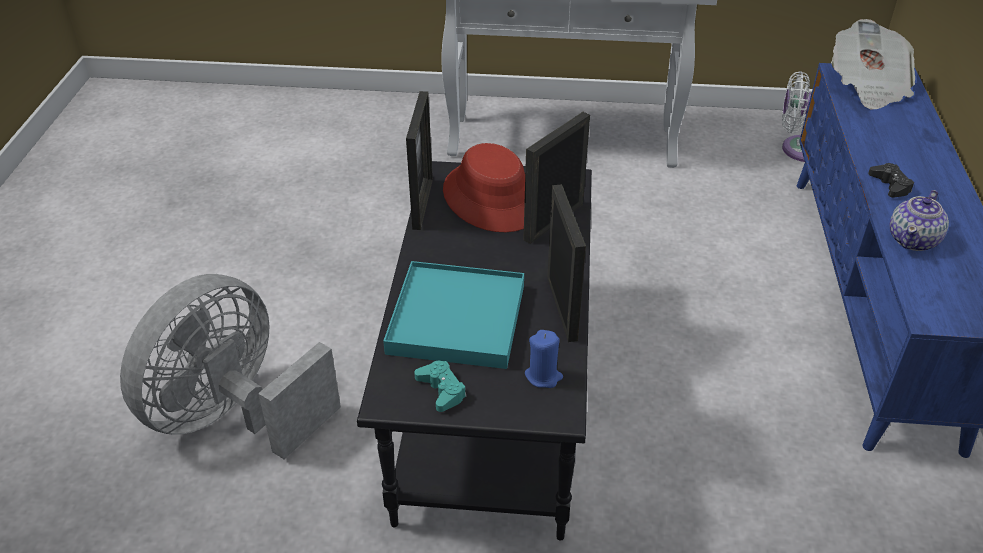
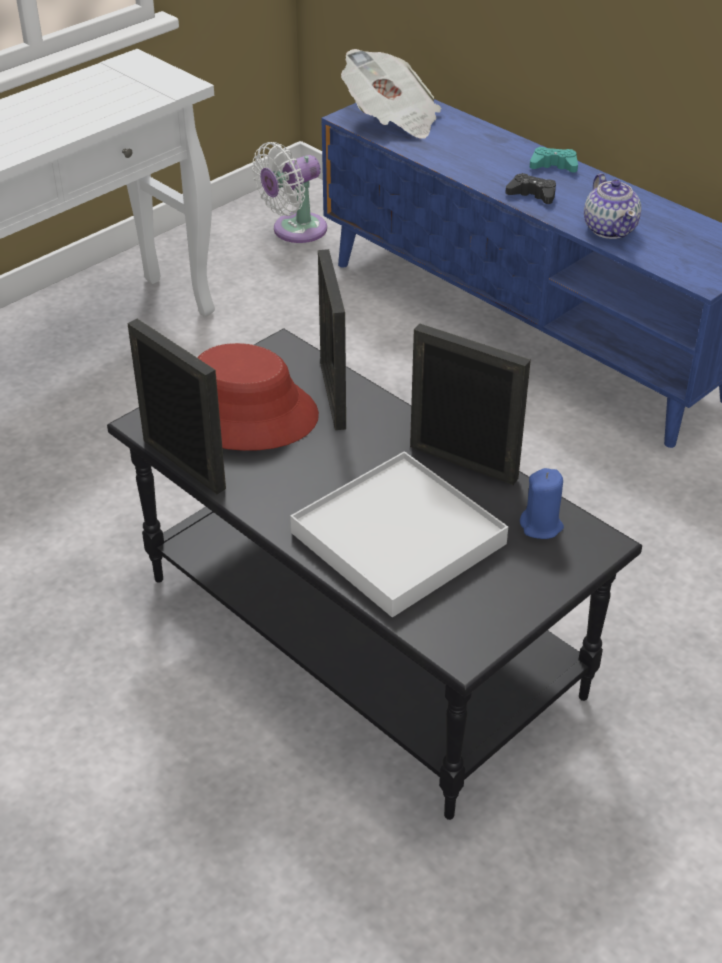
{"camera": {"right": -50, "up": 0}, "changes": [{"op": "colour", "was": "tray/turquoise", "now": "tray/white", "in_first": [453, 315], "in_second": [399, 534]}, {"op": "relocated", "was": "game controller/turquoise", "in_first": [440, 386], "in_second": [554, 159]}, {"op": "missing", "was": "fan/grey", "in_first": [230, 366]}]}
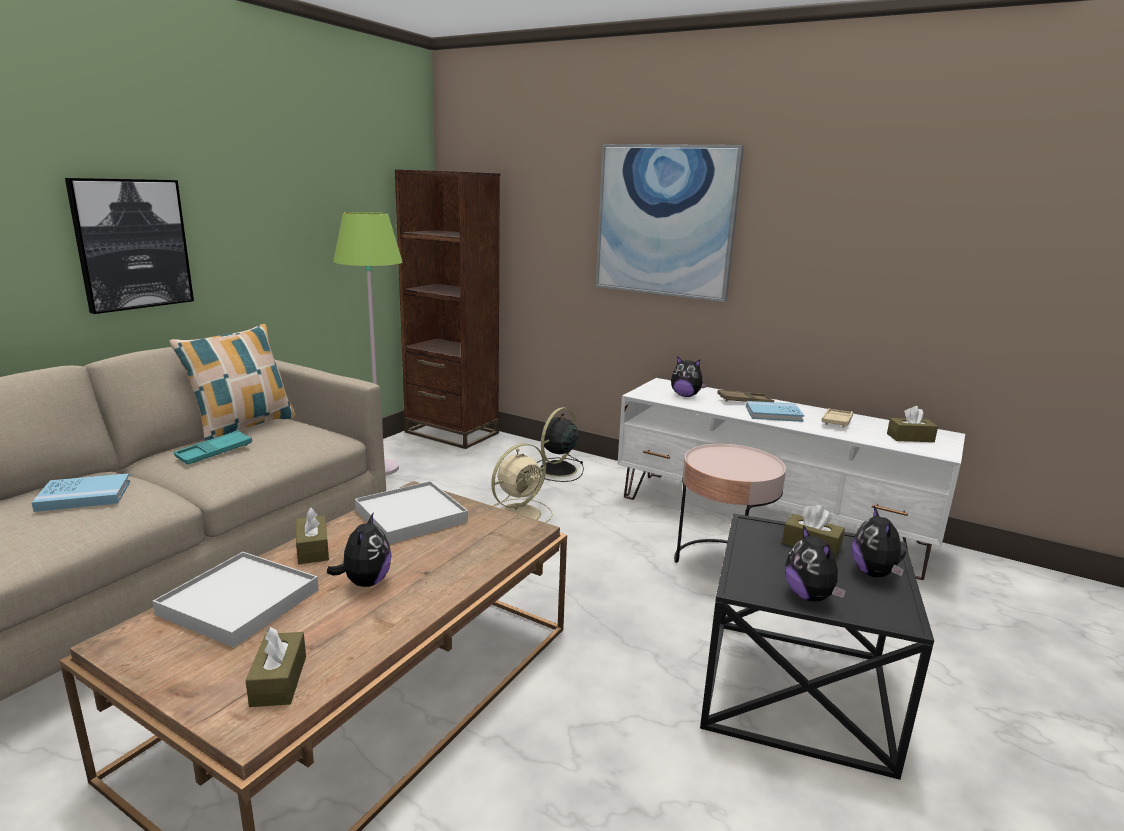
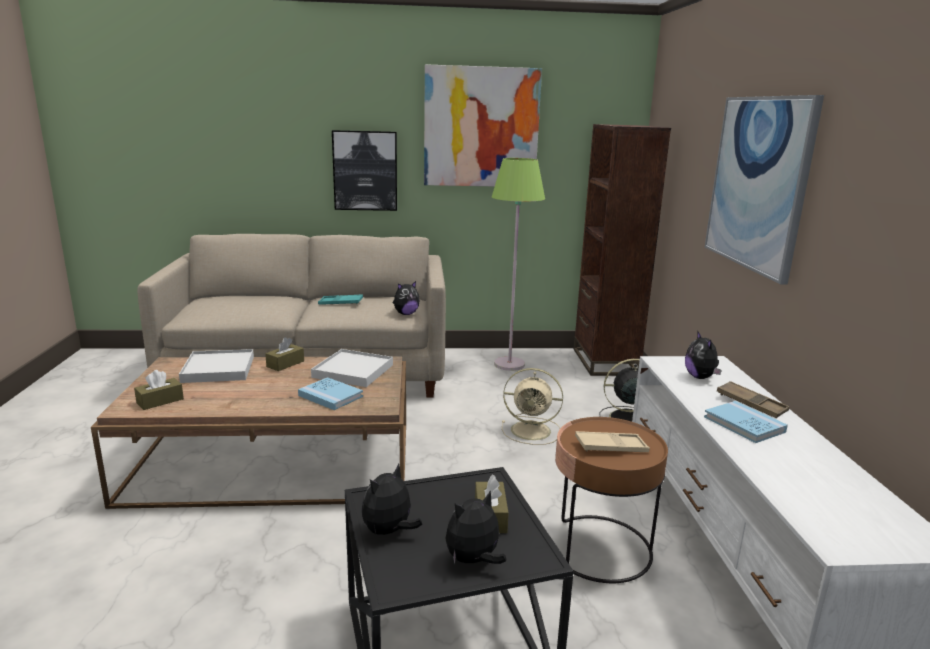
{"camera": {"right": 55, "up": 0}, "changes": [{"op": "relocated", "was": "book/blue", "in_first": [81, 492], "in_second": [330, 393]}, {"op": "relocated", "was": "plush toy", "in_first": [359, 550], "in_second": [406, 298]}, {"op": "appeared", "now": "picture", "in_second": [483, 125]}, {"op": "colour", "was": "side table/pink", "now": "side table/brown", "in_first": [730, 503], "in_second": [611, 500]}, {"op": "relocated", "was": "tray/beige", "in_first": [837, 418], "in_second": [612, 441]}, {"op": "missing", "was": "pillow", "in_first": [232, 382]}, {"op": "missing", "was": "tissue box/brown", "in_first": [912, 424]}]}
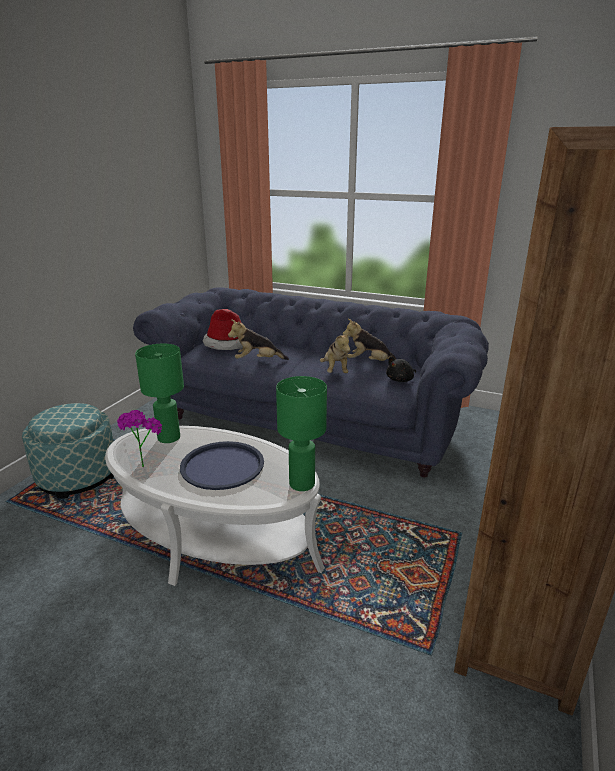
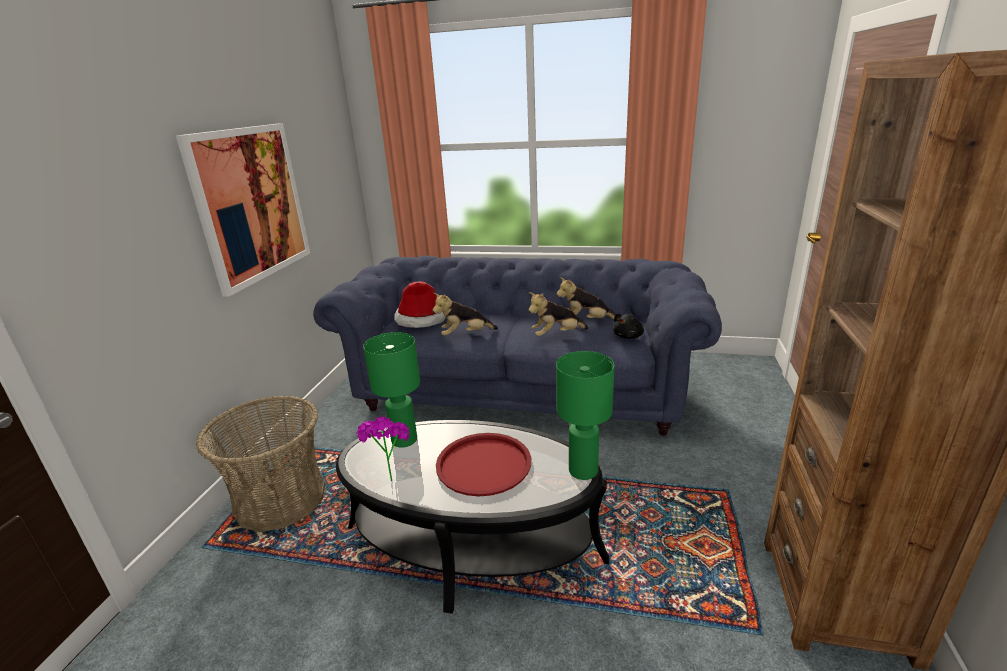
{"camera": {"right": -10, "up": 0}, "changes": [{"op": "appeared", "now": "picture", "in_second": [243, 210]}, {"op": "exchanged", "was": "ottoman", "now": "basket", "in_first": [68, 451], "in_second": [260, 463]}, {"op": "colour", "was": "coffee table/white", "now": "coffee table/black", "in_first": [215, 506], "in_second": [472, 517]}, {"op": "colour", "was": "tray/blue", "now": "tray/red", "in_first": [222, 465], "in_second": [483, 464]}, {"op": "spun", "was": "plush toy", "in_first": [335, 352], "in_second": [558, 314], "clockwise": 90}]}
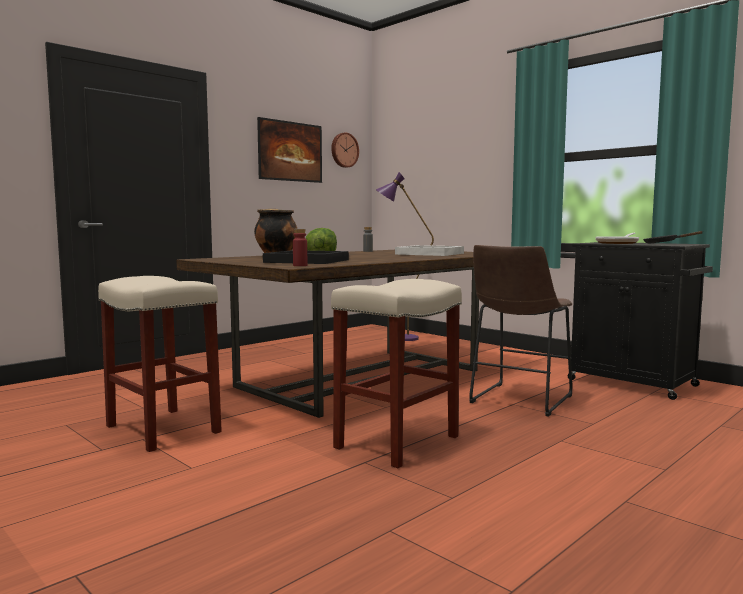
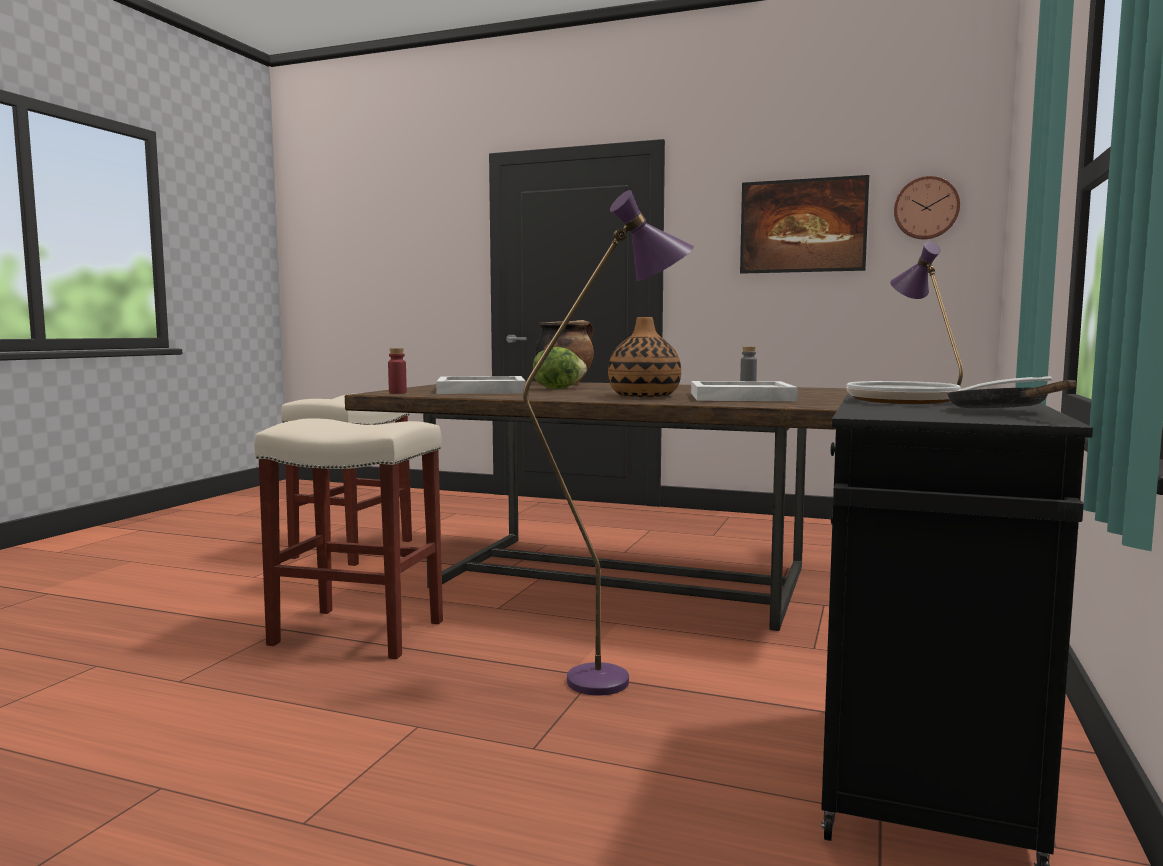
{"camera": {"right": 65, "up": 0}, "changes": [{"op": "colour", "was": "tray/black", "now": "tray/white", "in_first": [306, 257], "in_second": [481, 385]}, {"op": "exchanged", "was": "stool/brown", "now": "floor lamp/purple", "in_first": [520, 331], "in_second": [608, 442]}, {"op": "appeared", "now": "vase", "in_second": [644, 357]}]}
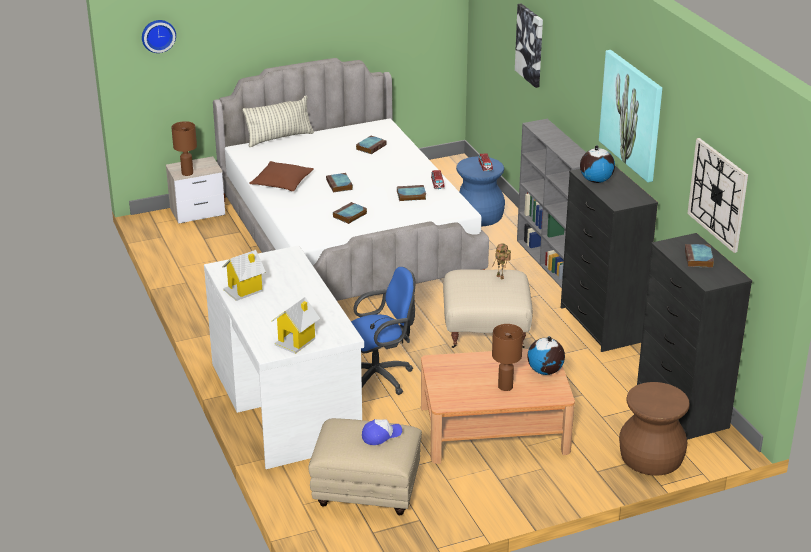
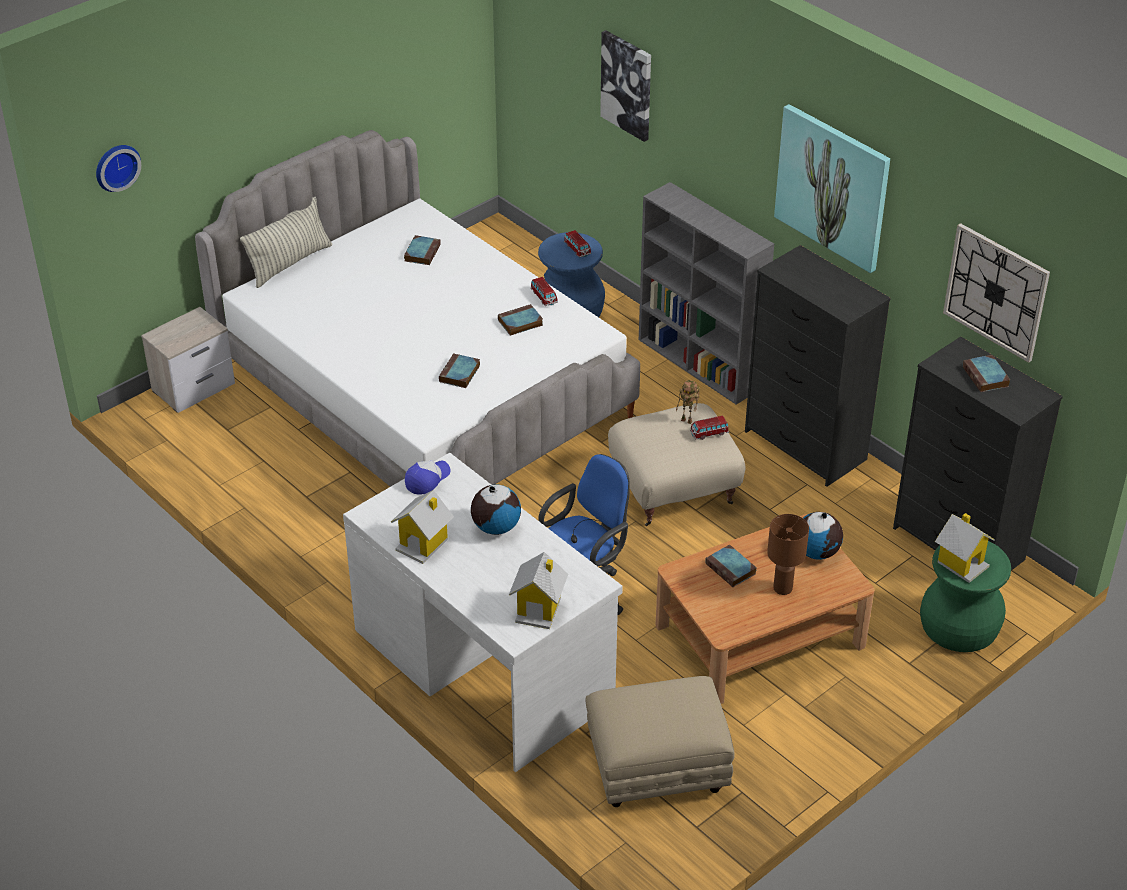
{"camera": {"right": -20, "up": 10}, "changes": [{"op": "relocated", "was": "cap", "in_first": [382, 432], "in_second": [427, 477]}, {"op": "relocated", "was": "globe", "in_first": [597, 164], "in_second": [496, 509]}, {"op": "appeared", "now": "toy car", "in_second": [709, 427]}, {"op": "relocated", "was": "book", "in_first": [339, 183], "in_second": [731, 566]}, {"op": "colour", "was": "stool/brown", "now": "stool/green", "in_first": [654, 429], "in_second": [965, 596]}, {"op": "appeared", "now": "toy house", "in_second": [965, 548]}, {"op": "missing", "was": "table lamp/brown", "in_first": [184, 148]}, {"op": "missing", "was": "pillow/brown", "in_first": [281, 176]}]}
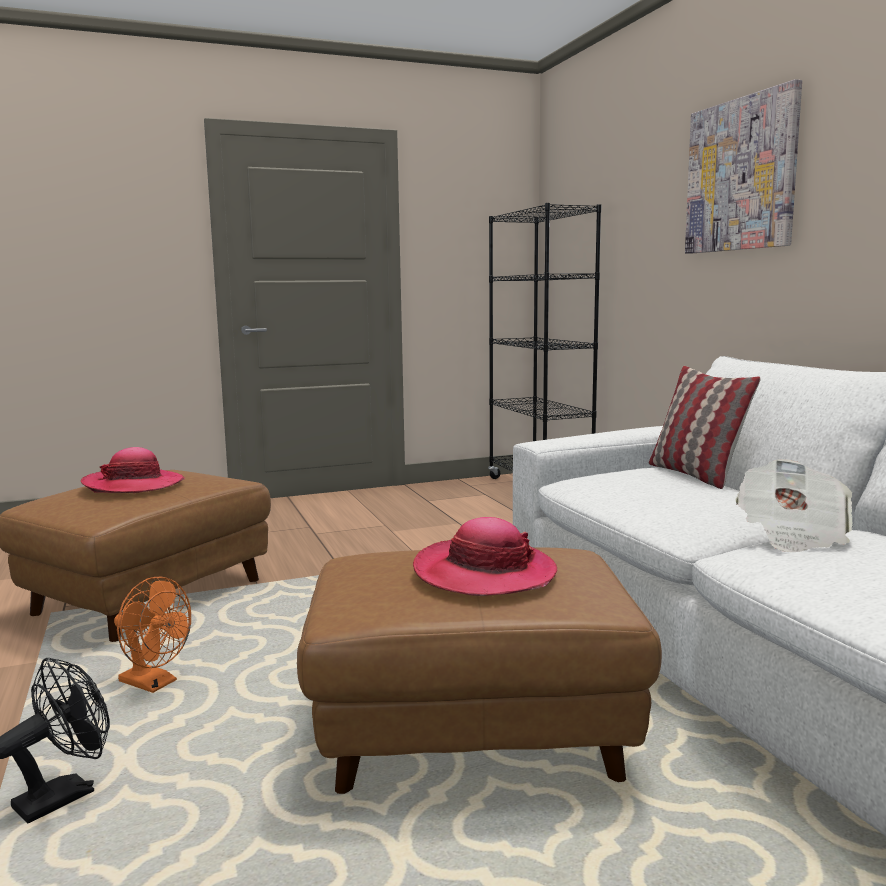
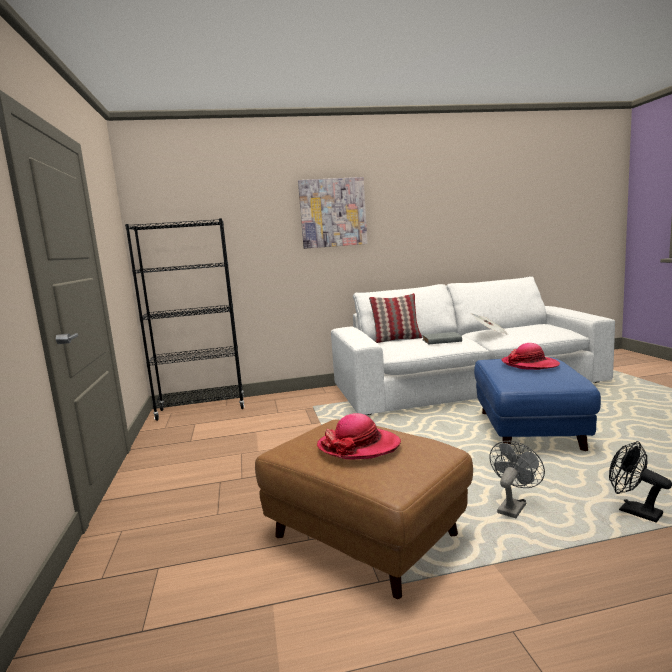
{"camera": {"right": -80, "up": 0}, "changes": [{"op": "appeared", "now": "book/grey", "in_second": [442, 338]}, {"op": "colour", "was": "ottoman/brown", "now": "ottoman/blue", "in_first": [479, 670], "in_second": [537, 404]}, {"op": "colour", "was": "fan/orange", "now": "fan/grey", "in_first": [152, 635], "in_second": [517, 479]}]}
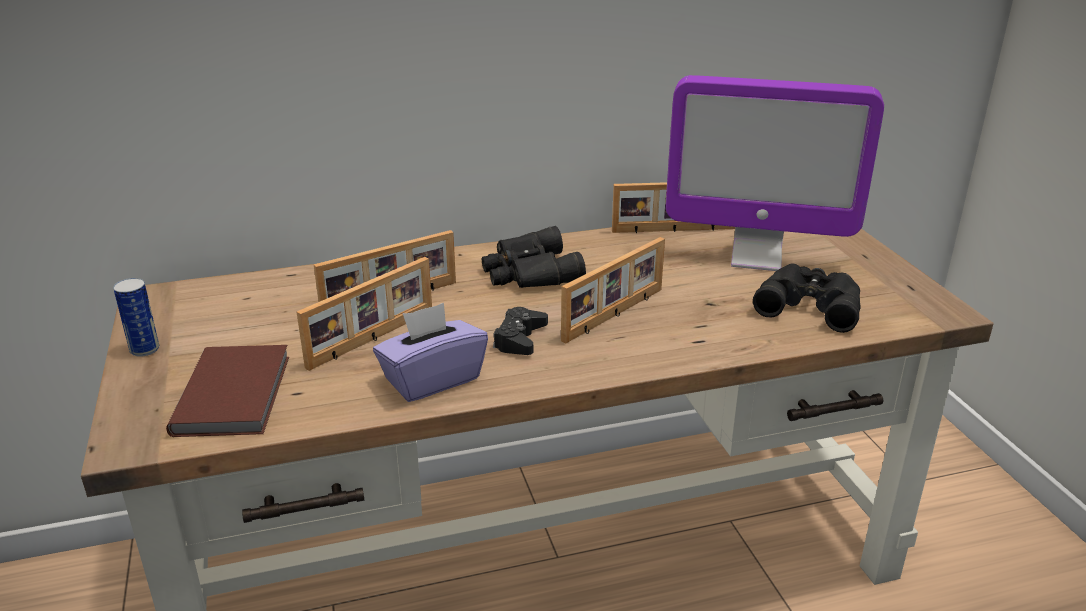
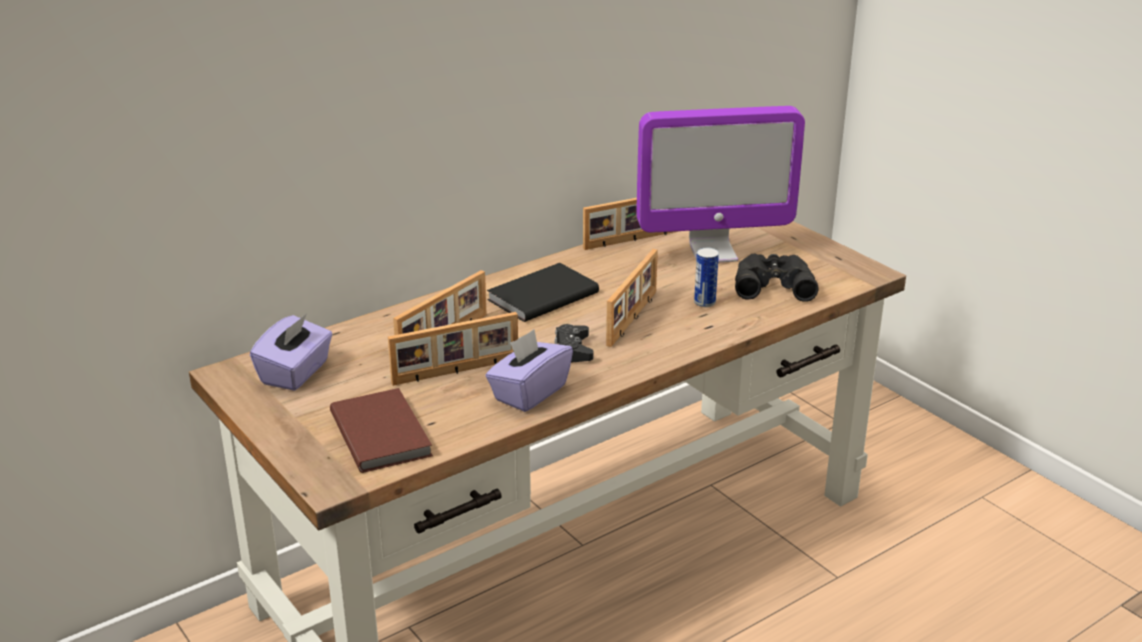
{"camera": {"right": -20, "up": 0}, "changes": [{"op": "appeared", "now": "tissue box/purple", "in_second": [291, 352]}, {"op": "spun", "was": "picture frame", "in_first": [364, 314], "in_second": [453, 349], "clockwise": 45}, {"op": "exchanged", "was": "binoculars/black", "now": "book/black", "in_first": [533, 257], "in_second": [543, 292]}, {"op": "relocated", "was": "can", "in_first": [136, 317], "in_second": [706, 277]}]}
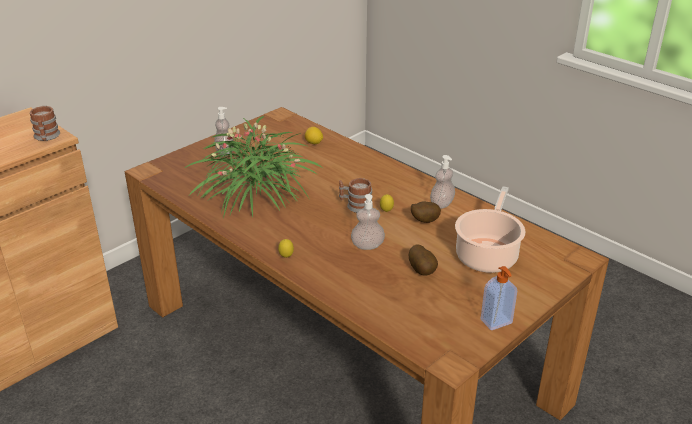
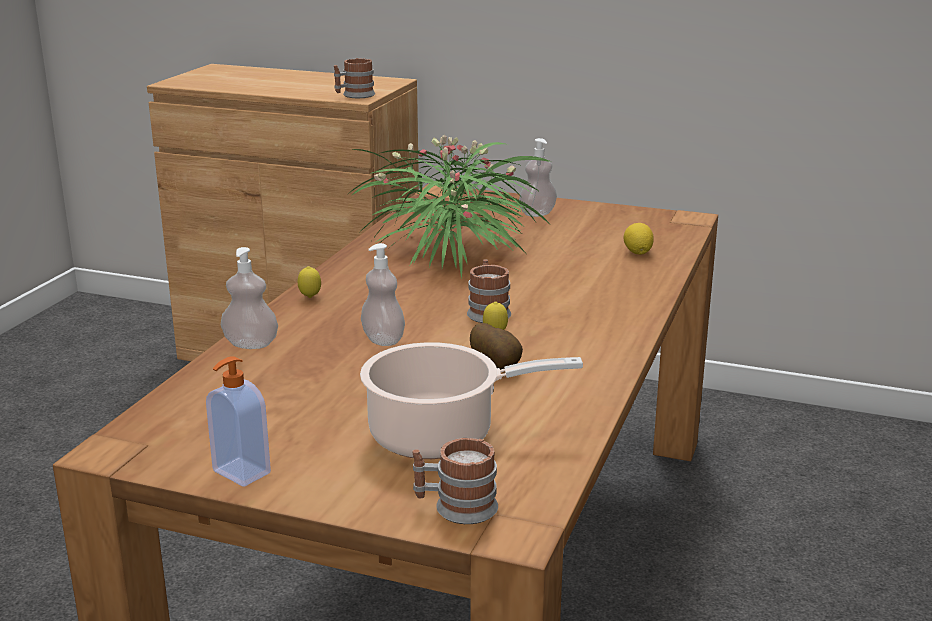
{"camera": {"right": 65, "up": -10}, "changes": [{"op": "relocated", "was": "soap dispenser", "in_first": [442, 182], "in_second": [249, 298]}, {"op": "appeared", "now": "mug", "in_second": [455, 481]}, {"op": "missing", "was": "potato", "in_first": [423, 260]}]}
